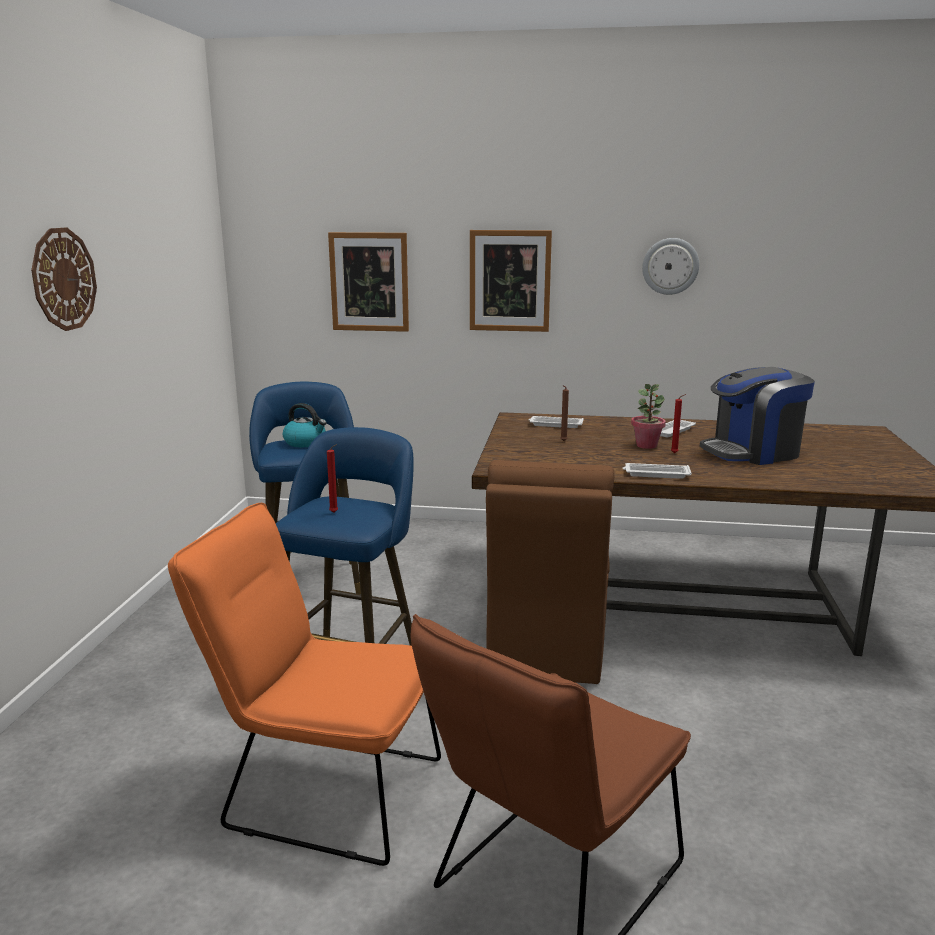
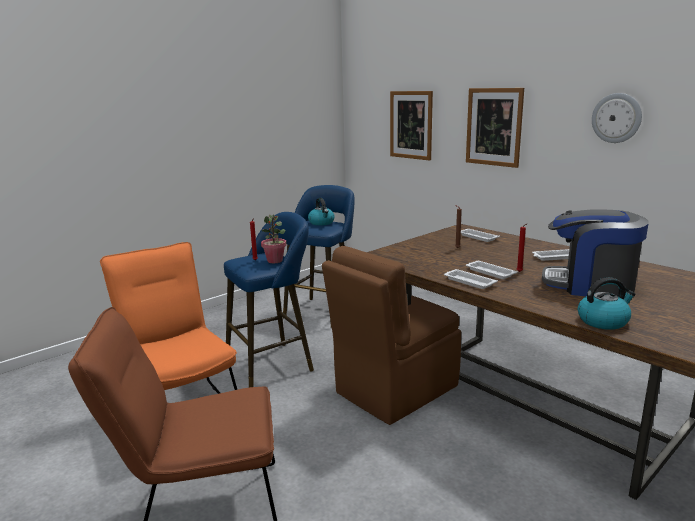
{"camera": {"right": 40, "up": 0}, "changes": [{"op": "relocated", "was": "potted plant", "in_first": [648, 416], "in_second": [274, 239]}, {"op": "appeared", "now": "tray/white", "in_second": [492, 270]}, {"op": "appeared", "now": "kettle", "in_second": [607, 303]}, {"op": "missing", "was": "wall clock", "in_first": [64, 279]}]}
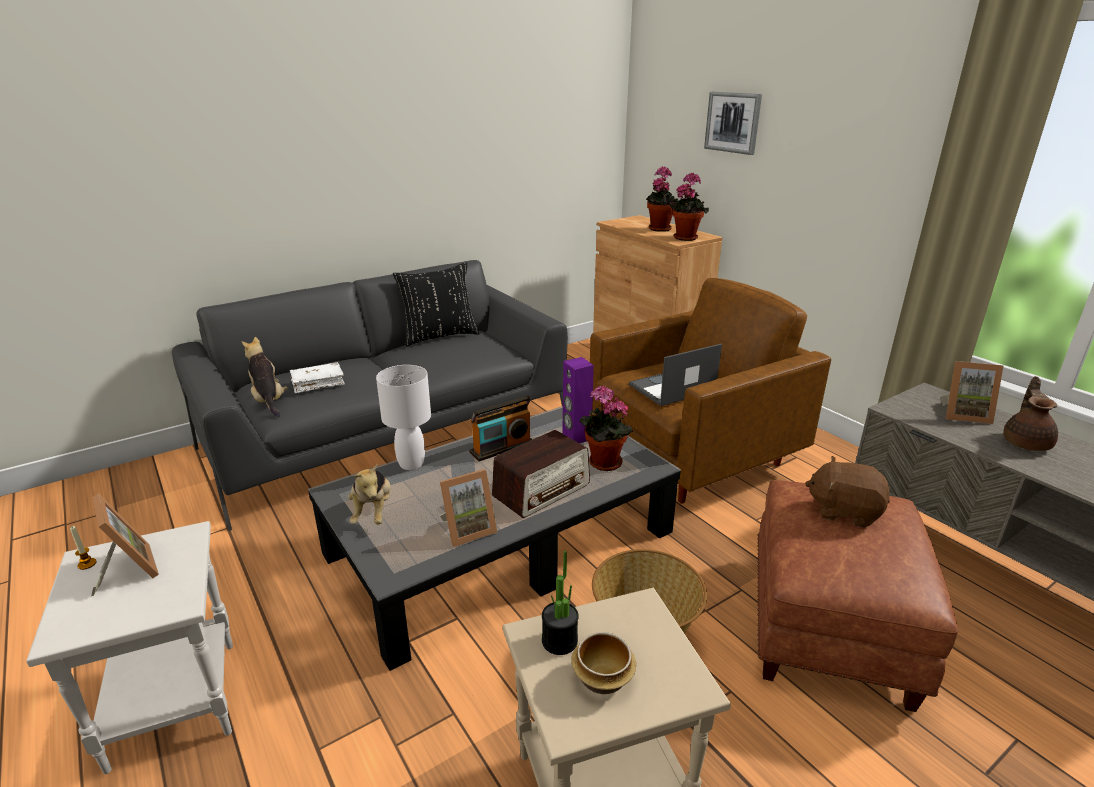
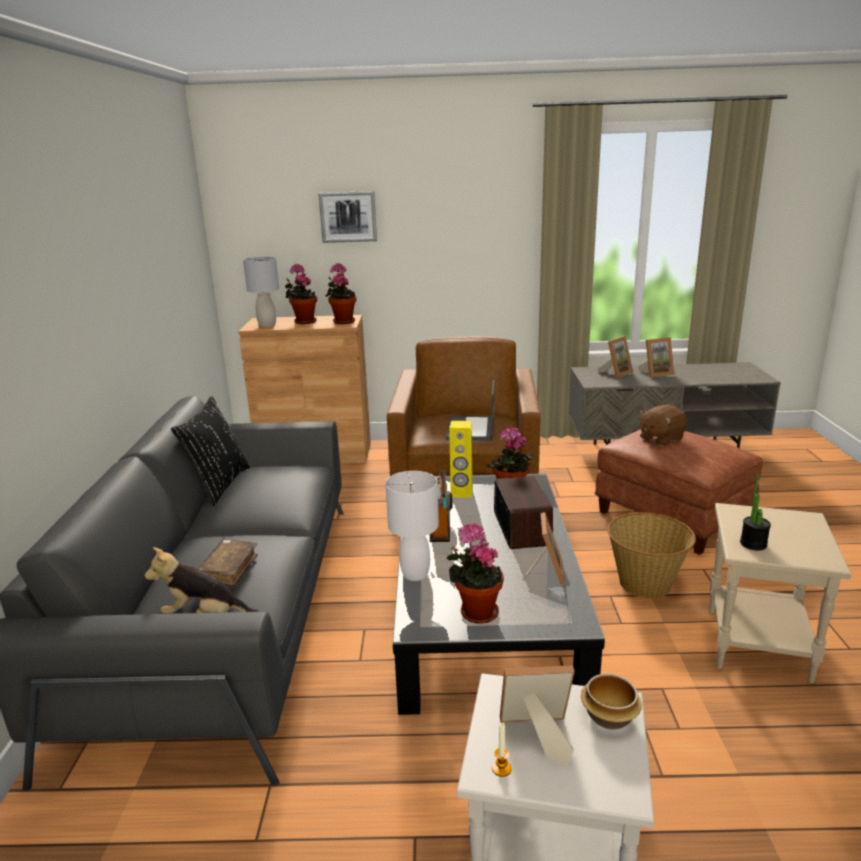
{"camera": {"right": -55, "up": -5}, "changes": [{"op": "colour", "was": "book/white", "now": "book/brown", "in_first": [317, 377], "in_second": [228, 563]}, {"op": "appeared", "now": "table lamp/grey", "in_second": [261, 292]}, {"op": "exchanged", "was": "plush toy", "now": "potted plant", "in_first": [369, 494], "in_second": [475, 573]}, {"op": "colour", "was": "speaker/purple", "now": "speaker/yellow", "in_first": [578, 400], "in_second": [461, 459]}, {"op": "relocated", "was": "bowl", "in_first": [603, 663], "in_second": [611, 701]}, {"op": "exchanged", "was": "teapot/brown", "now": "picture frame", "in_first": [1030, 413], "in_second": [656, 357]}]}
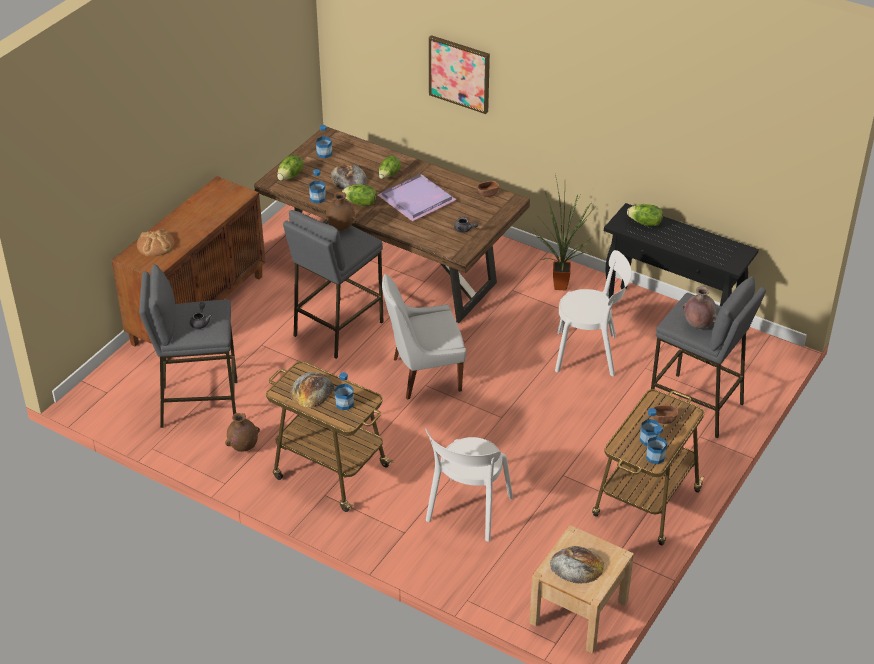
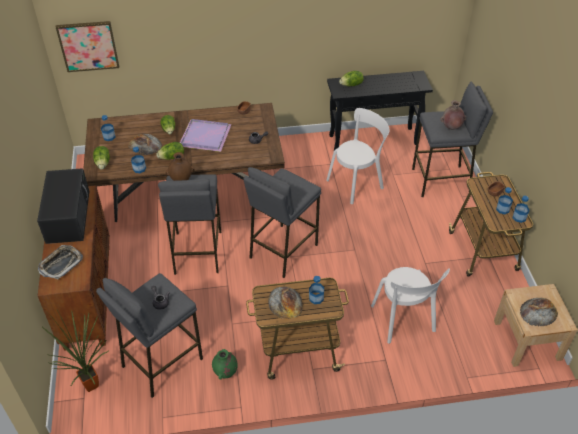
{"camera": {"right": -40, "up": 5}, "changes": [{"op": "appeared", "now": "microwave/black", "in_second": [63, 206]}, {"op": "exchanged", "was": "bread", "now": "tray", "in_first": [155, 243], "in_second": [60, 262]}, {"op": "relocated", "was": "potted plant", "in_first": [565, 232], "in_second": [75, 351]}, {"op": "relocated", "was": "picture", "in_first": [459, 74], "in_second": [87, 46]}, {"op": "colour", "was": "vase/brown", "now": "vase/green", "in_first": [242, 432], "in_second": [225, 364]}, {"op": "exchanged", "was": "chair/white", "now": "stool/grey", "in_first": [424, 337], "in_second": [282, 222]}]}
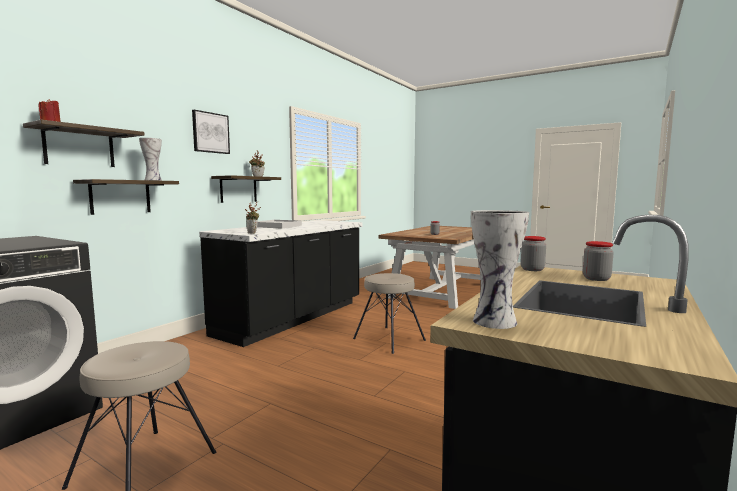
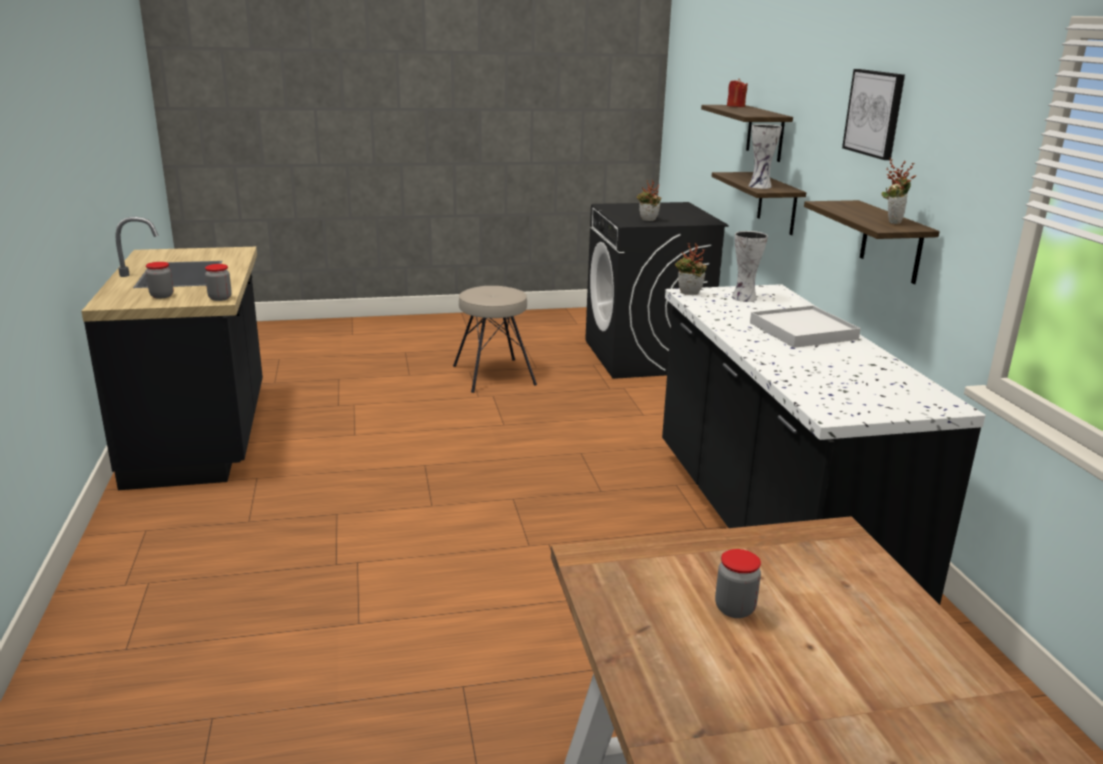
{"camera": {"right": 135, "up": 15}, "changes": [{"op": "appeared", "now": "potted plant", "in_second": [649, 200]}, {"op": "relocated", "was": "vase", "in_first": [500, 269], "in_second": [750, 266]}, {"op": "missing", "was": "stool/beige", "in_first": [389, 313]}]}
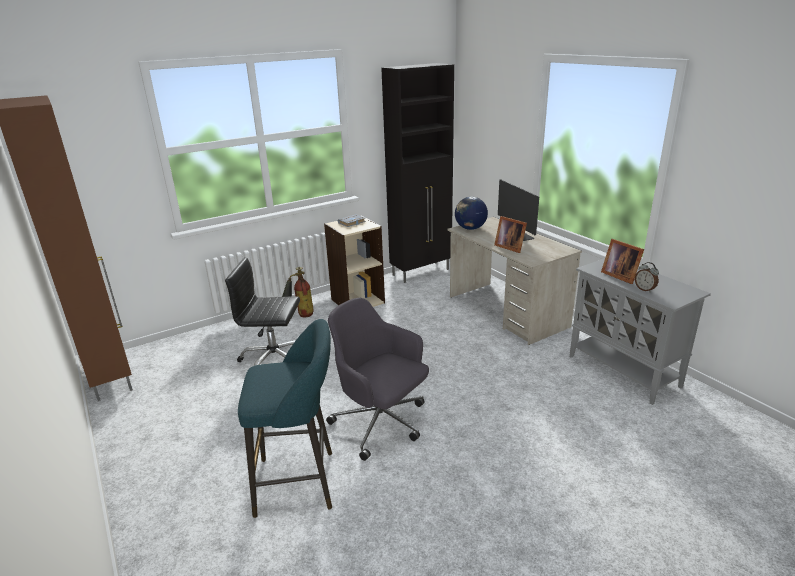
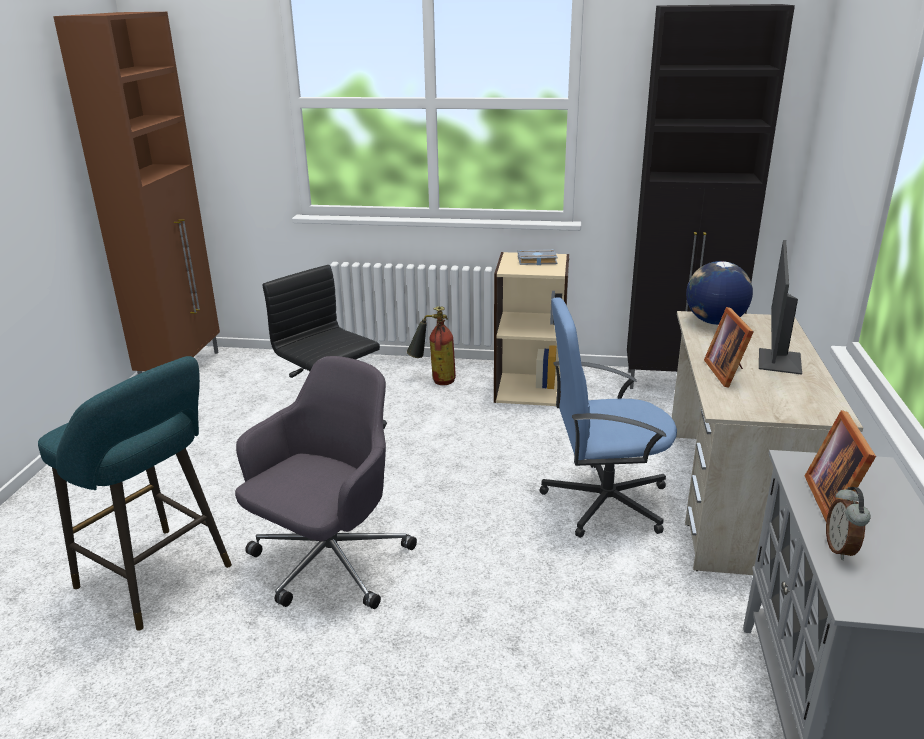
{"camera": {"right": 40, "up": 0}, "changes": [{"op": "spun", "was": "office chair/grey", "in_first": [377, 379], "in_second": [326, 482], "clockwise": 45}, {"op": "appeared", "now": "office chair/blue", "in_second": [608, 417]}]}
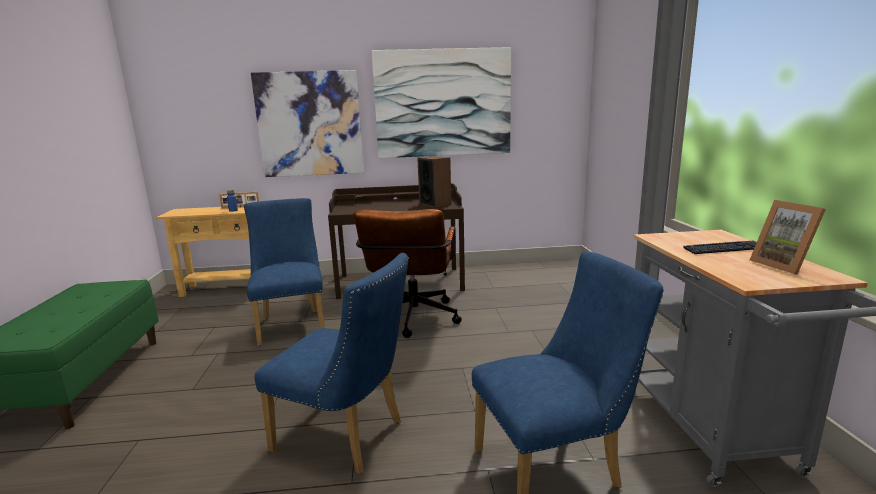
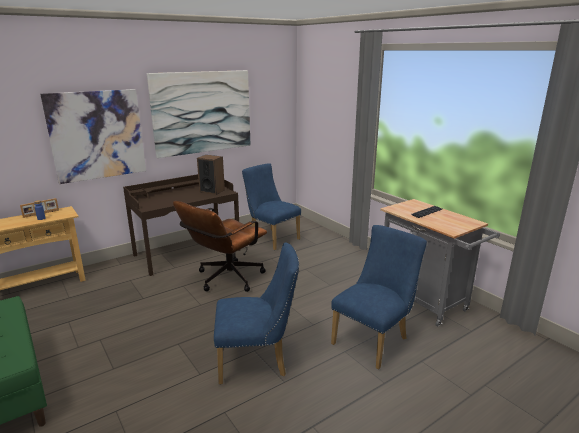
{"camera": {"right": -30, "up": 5}, "changes": [{"op": "spun", "was": "office chair/brown", "in_first": [407, 273], "in_second": [220, 246], "clockwise": 60}, {"op": "relocated", "was": "chair/blue", "in_first": [284, 272], "in_second": [271, 206]}, {"op": "missing", "was": "picture frame", "in_first": [788, 237]}]}
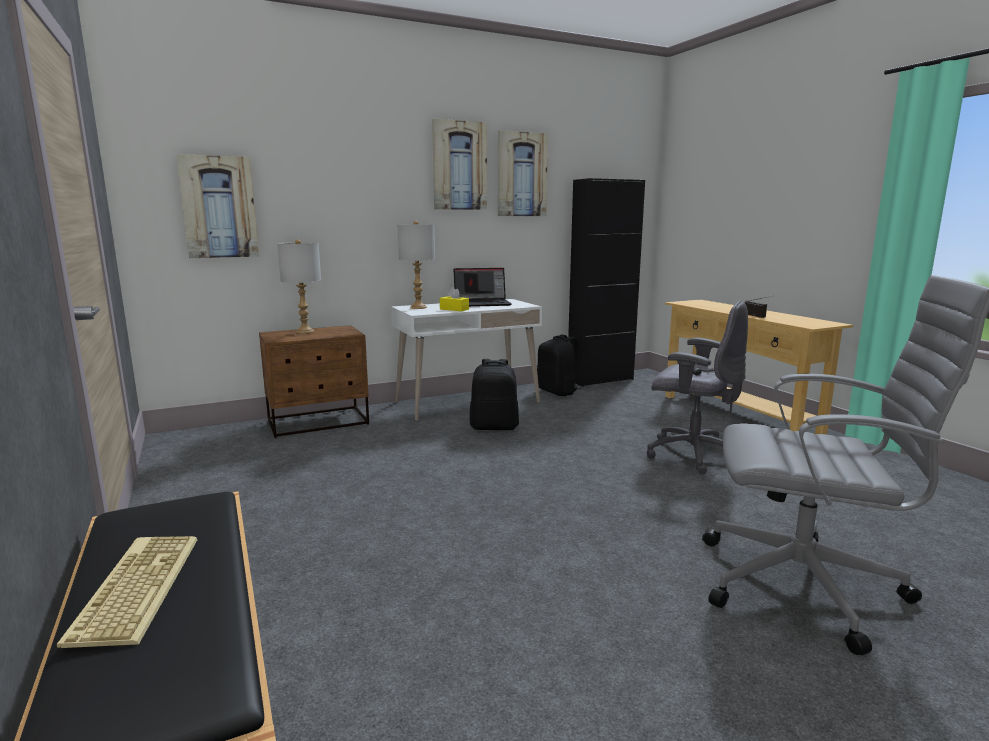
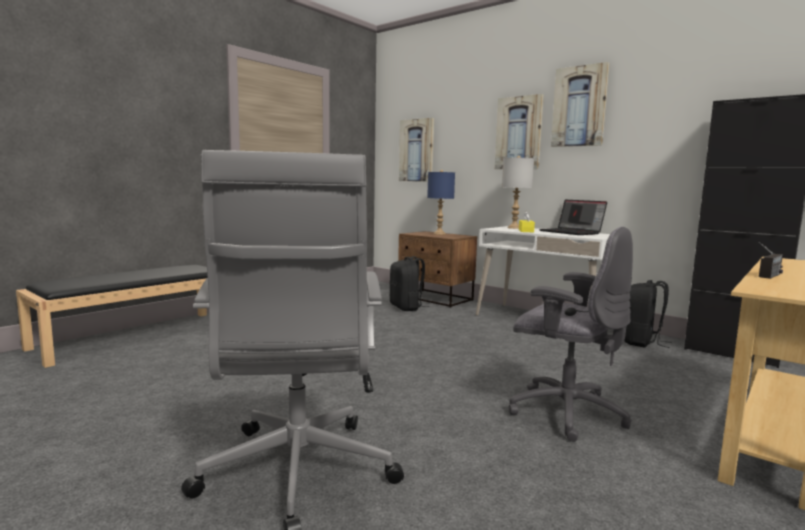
{"camera": {"right": 65, "up": -5}, "changes": [{"op": "relocated", "was": "backpack/black", "in_first": [494, 394], "in_second": [409, 283]}, {"op": "colour", "was": "table lamp/grey", "now": "table lamp/blue", "in_first": [299, 286], "in_second": [441, 202]}, {"op": "relocated", "was": "picture", "in_first": [523, 173], "in_second": [519, 132]}, {"op": "spun", "was": "office chair/grey", "in_first": [697, 387], "in_second": [571, 334], "clockwise": -60}, {"op": "missing", "was": "keyboard", "in_first": [127, 592]}]}
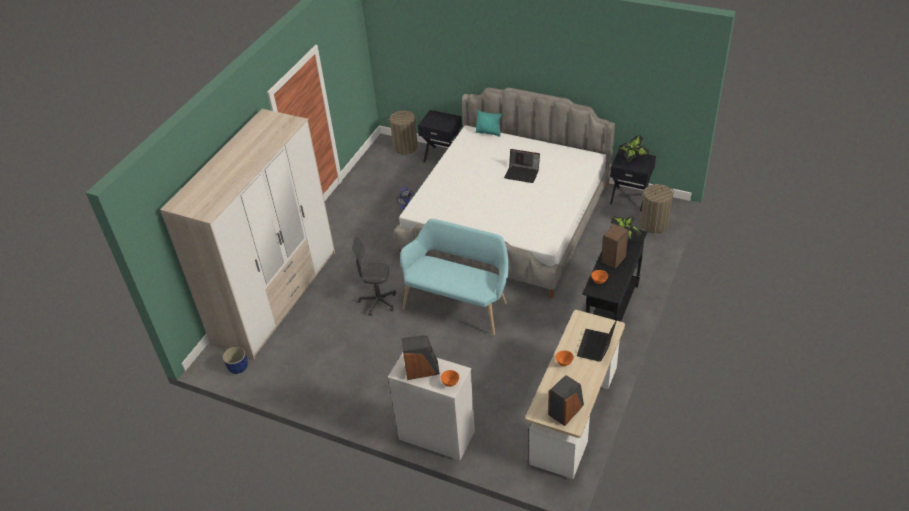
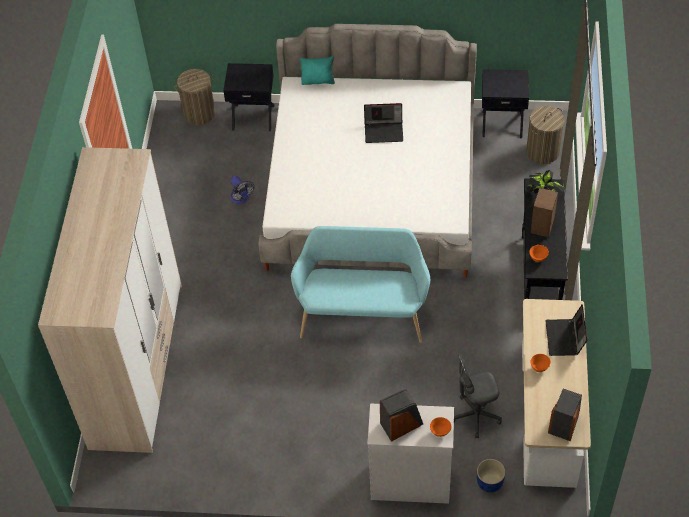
{"camera": {"right": -20, "up": 10}, "changes": [{"op": "relocated", "was": "office chair/grey", "in_first": [374, 276], "in_second": [478, 396]}, {"op": "relocated", "was": "planter/blue", "in_first": [235, 360], "in_second": [491, 476]}, {"op": "missing", "was": "potted plant", "in_first": [633, 148]}]}
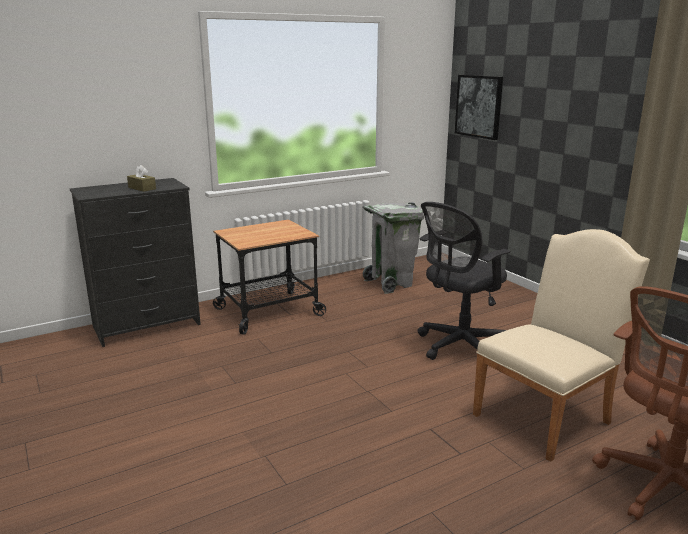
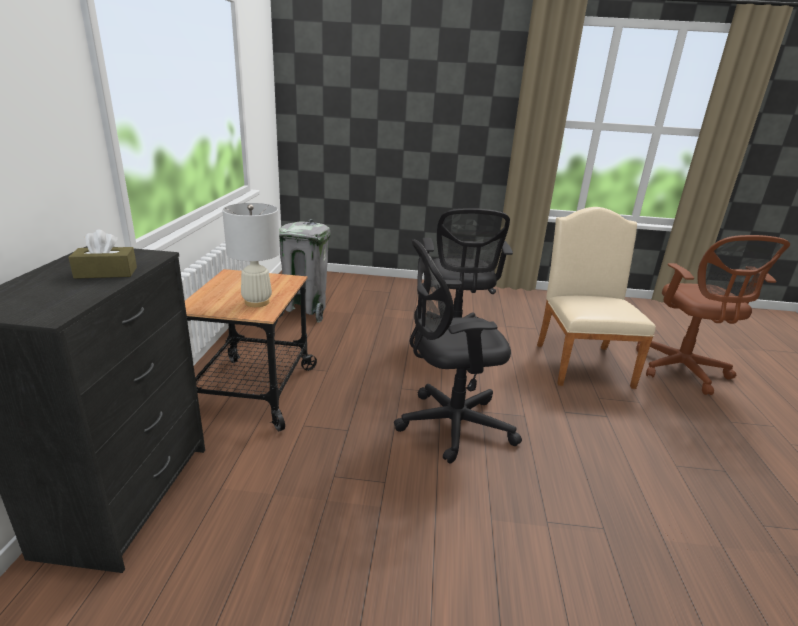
{"camera": {"right": -55, "up": 5}, "changes": [{"op": "appeared", "now": "table lamp/white", "in_second": [251, 255]}, {"op": "appeared", "now": "office chair/black", "in_second": [458, 351]}, {"op": "missing", "was": "picture", "in_first": [479, 107]}]}
